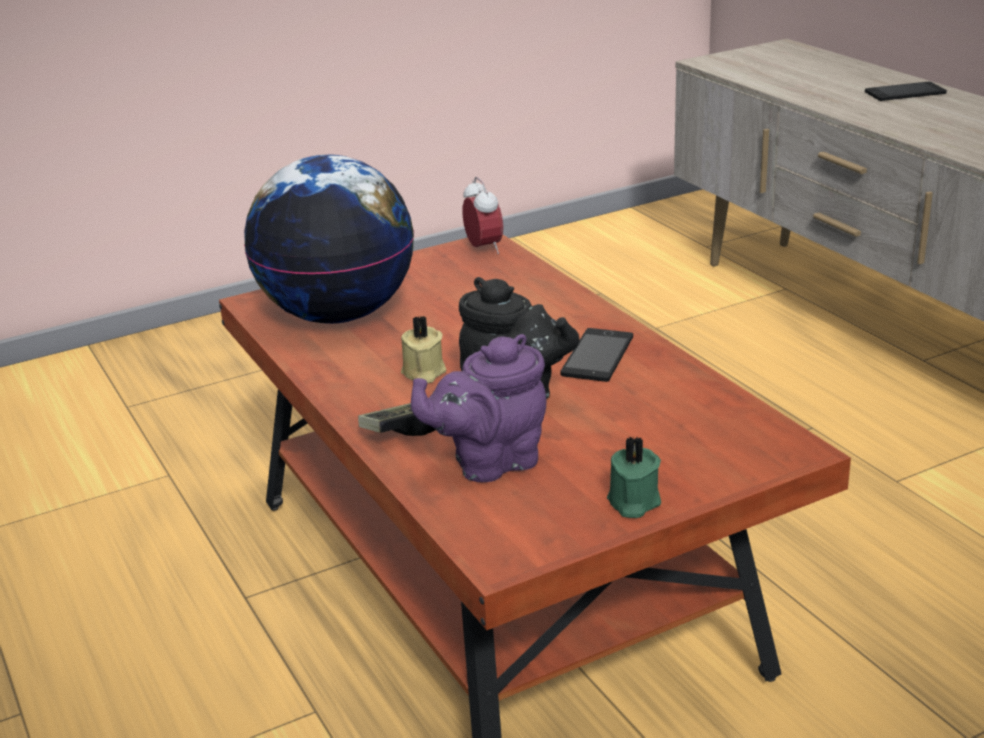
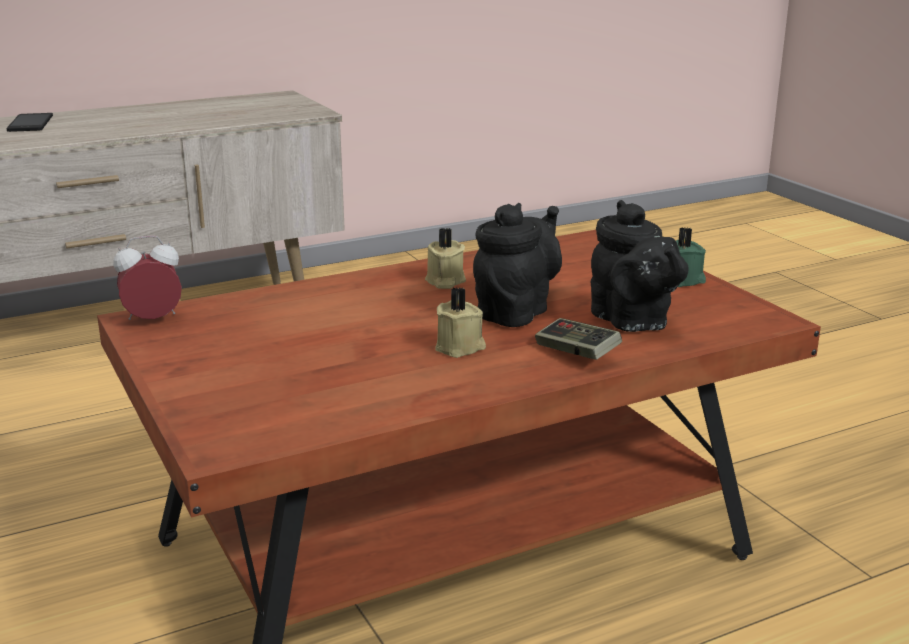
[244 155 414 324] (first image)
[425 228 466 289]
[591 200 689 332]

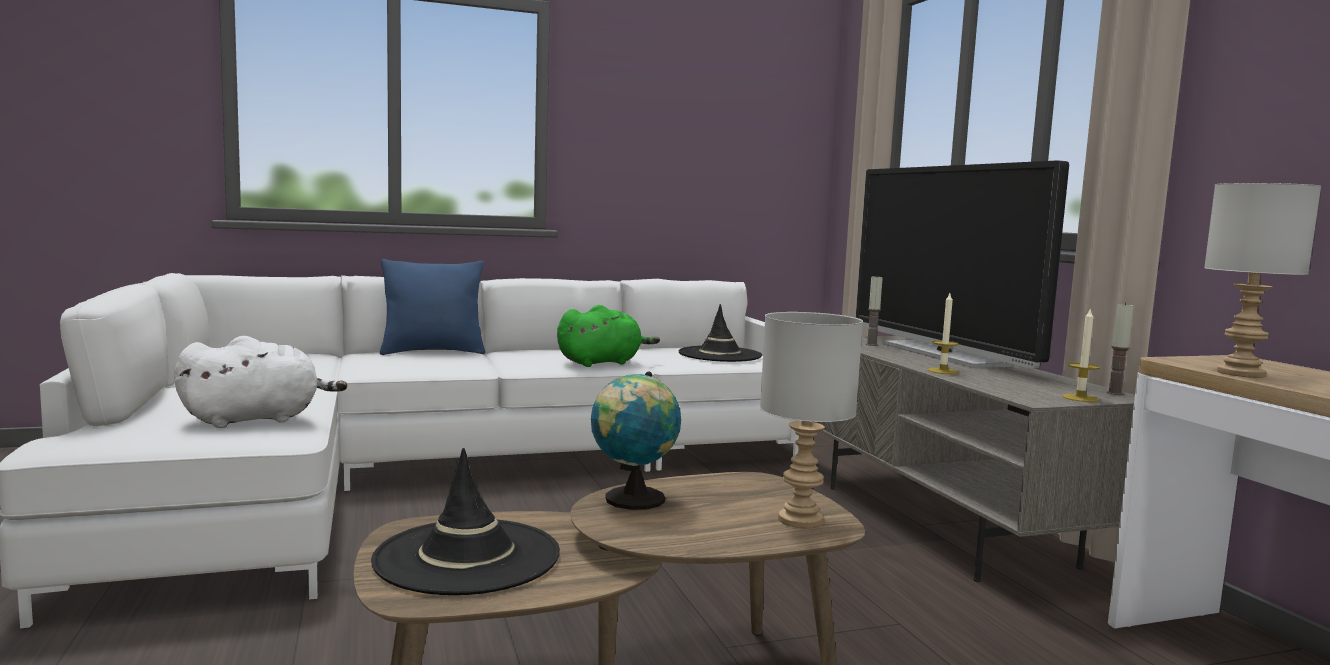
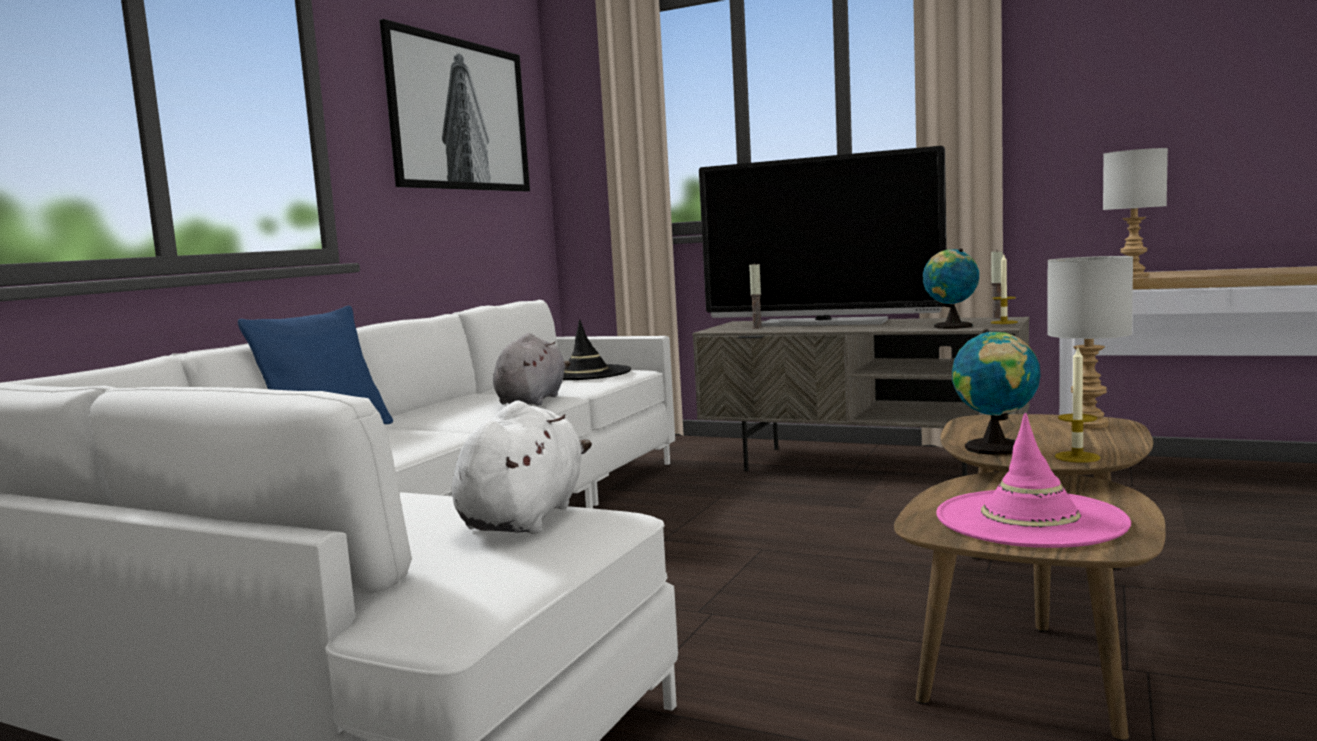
[1055 348 1100 463]
[493 333 571 406]
[936 413 1131 548]
[379 19 530 191]
[923 248 979 329]

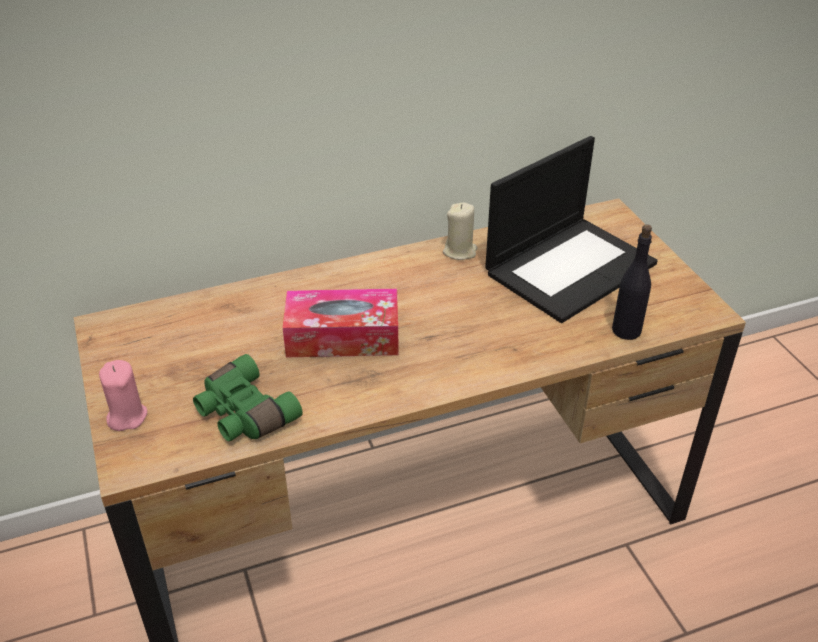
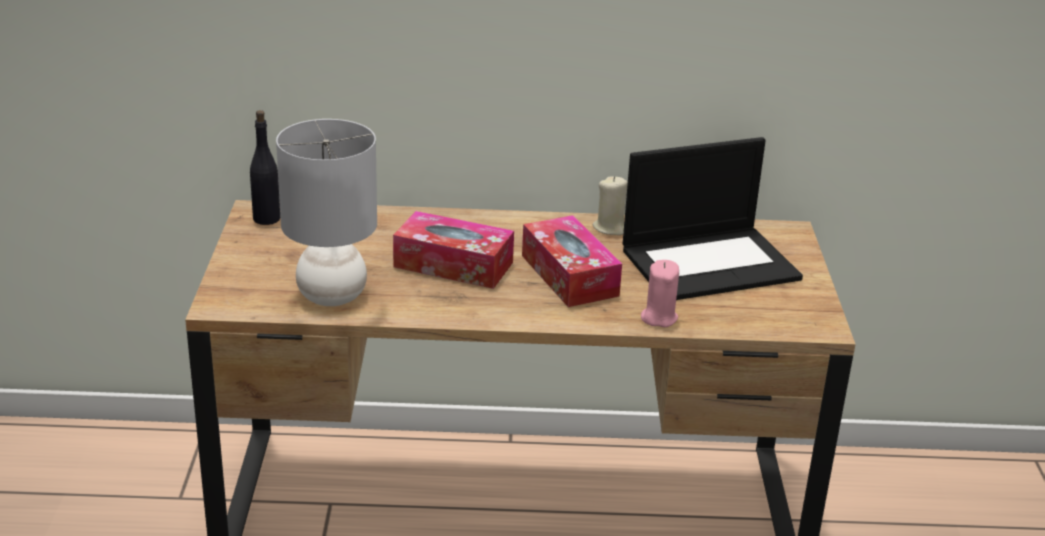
[250 110 280 225]
[276 119 377 306]
[641 260 679 327]
[522 215 622 307]

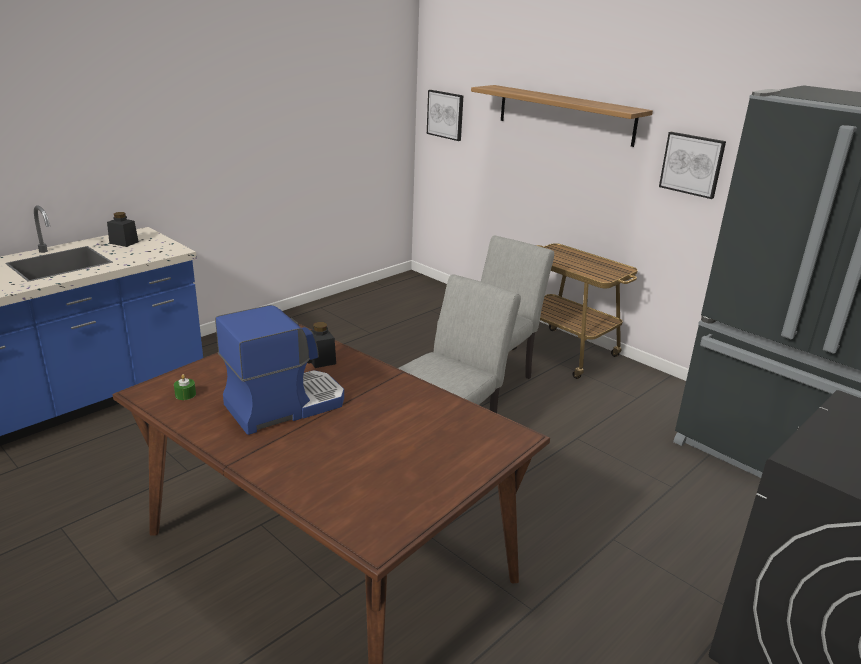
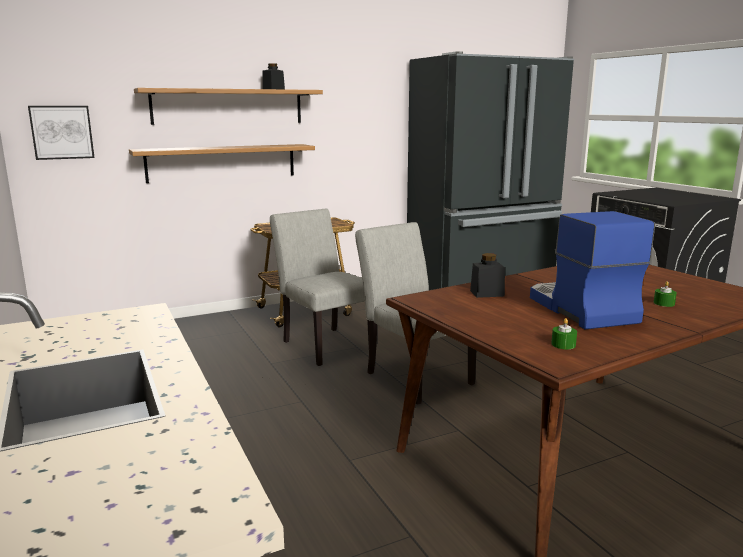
[659 132 726 199] (first image)
[263 63 285 89]
[129 144 315 183]
[654 281 677 307]

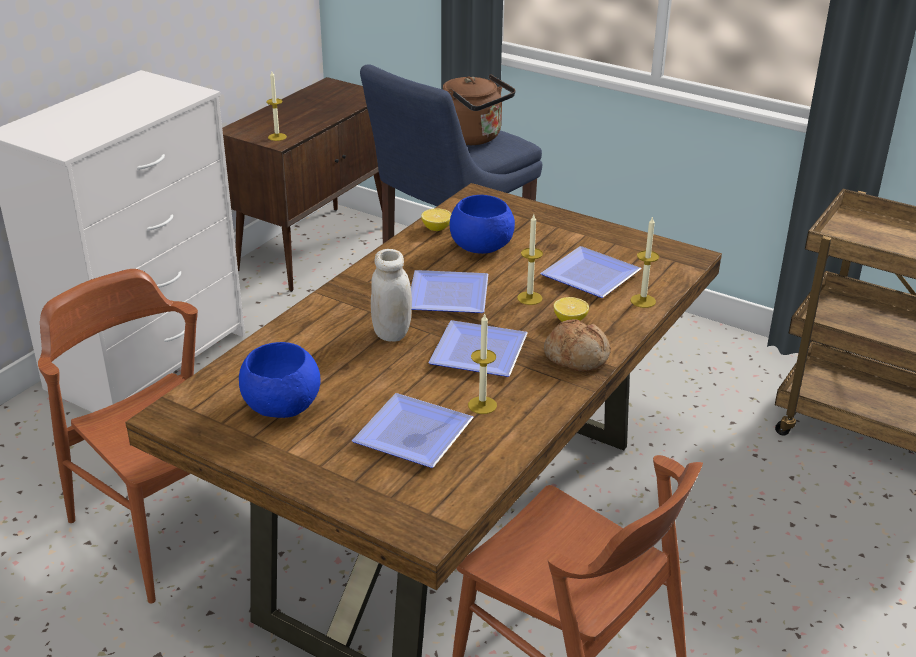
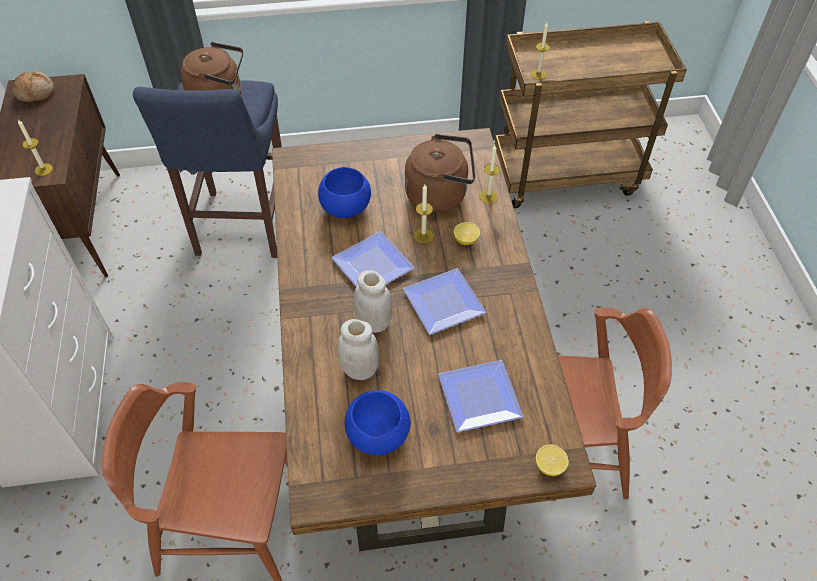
[536 444 569 476]
[405 134 475 213]
[530 22 550 80]
[13 71 54 102]
[338 319 379 380]

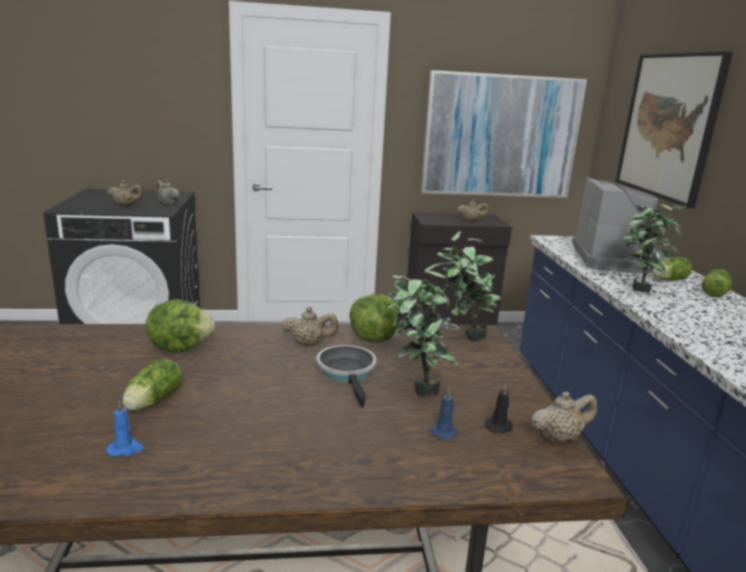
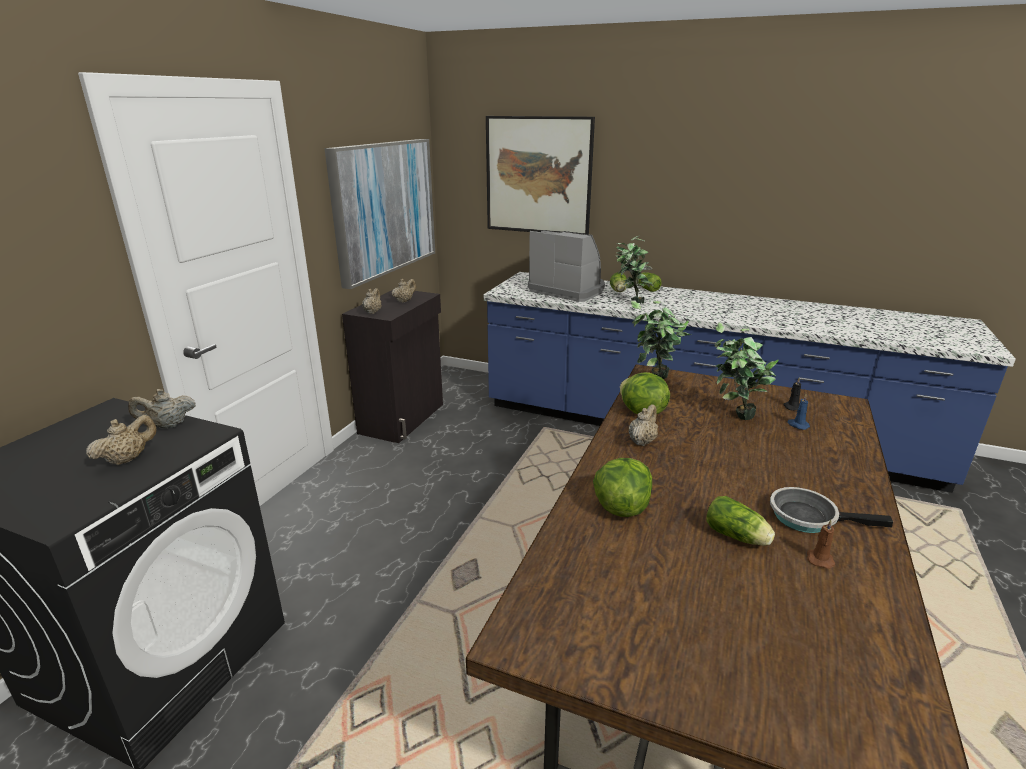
[770 487 893 533]
[362 288 382 314]
[807 520 835 569]

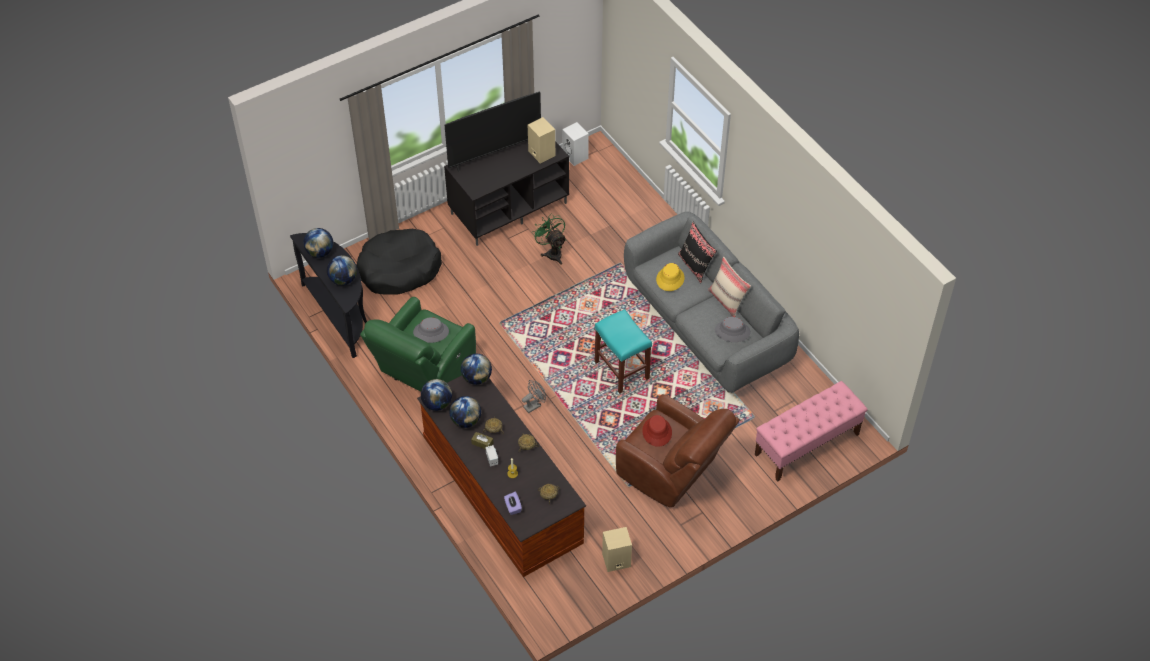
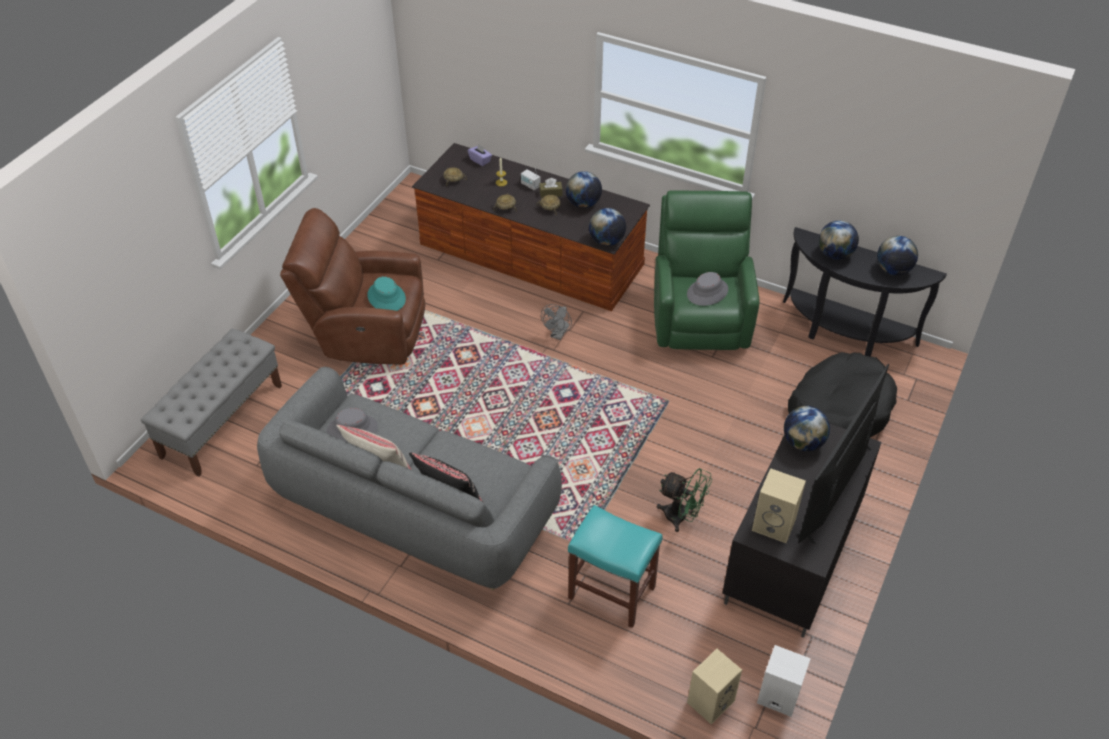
[656 263 684 291] (first image)
[568 505 663 628]
[784 406 830 451]
[141 329 282 476]
[367 276 406 311]
[687 649 742 724]

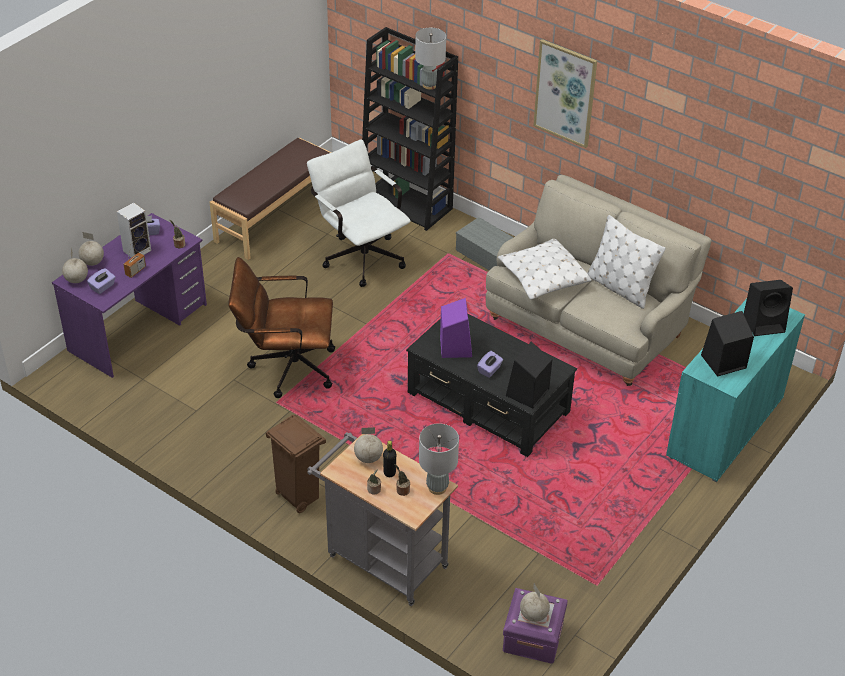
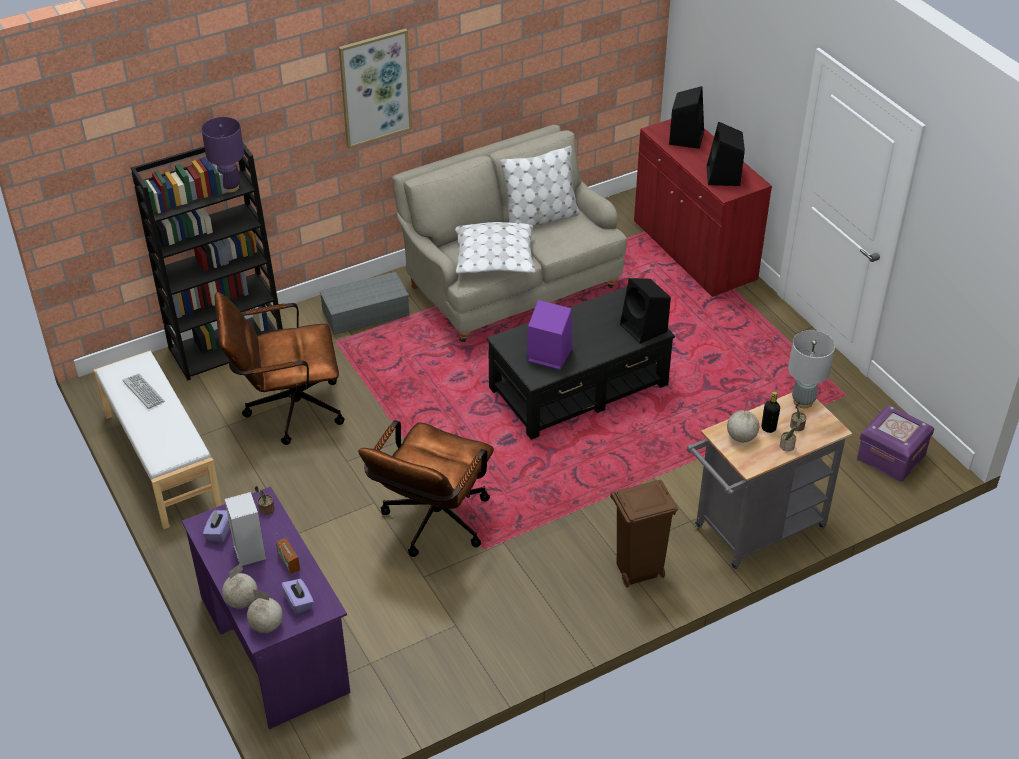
[202 117 244 193]
[93 351 222 529]
[215 292 345 445]
[634 119 772 297]
[477 351 503 378] (first image)
[520 583 550 622] (first image)
[123 374 165 409]

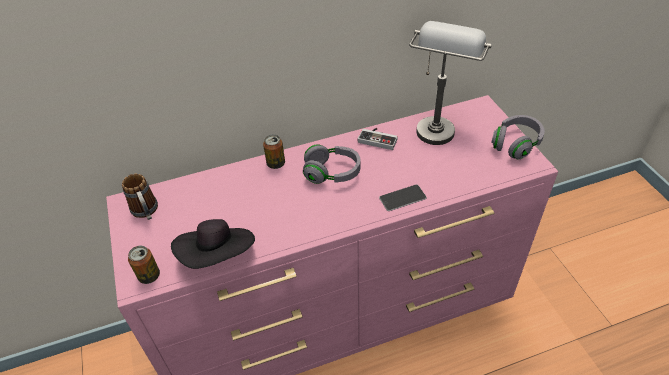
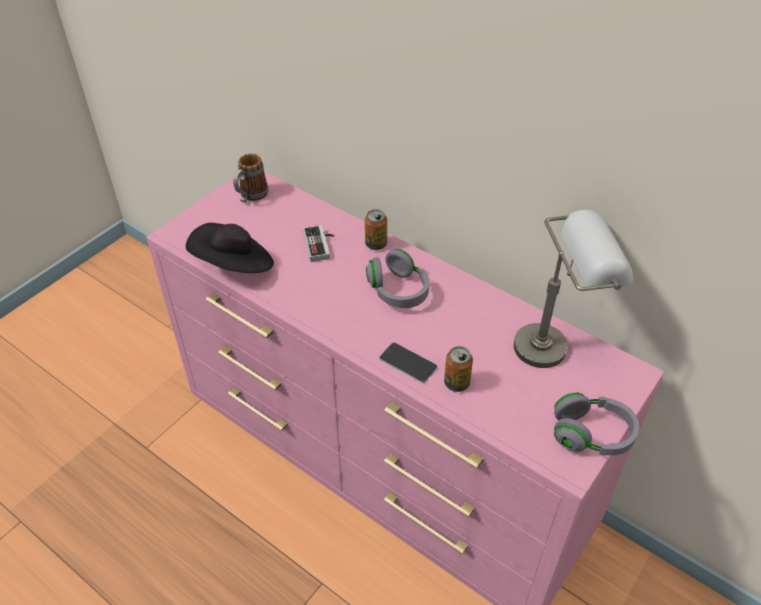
[303 225 334 262]
[444 346 473 392]

